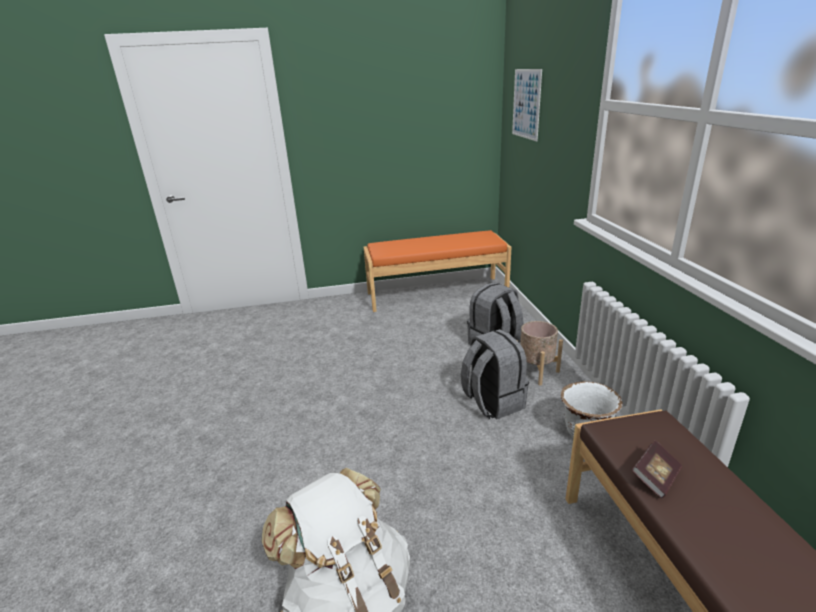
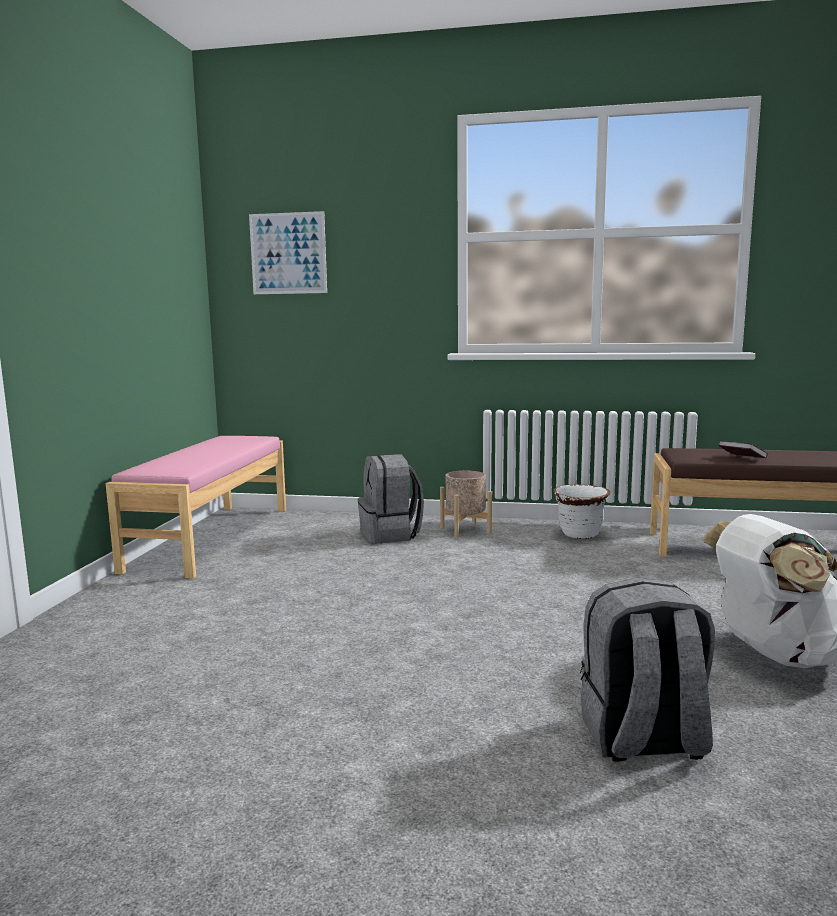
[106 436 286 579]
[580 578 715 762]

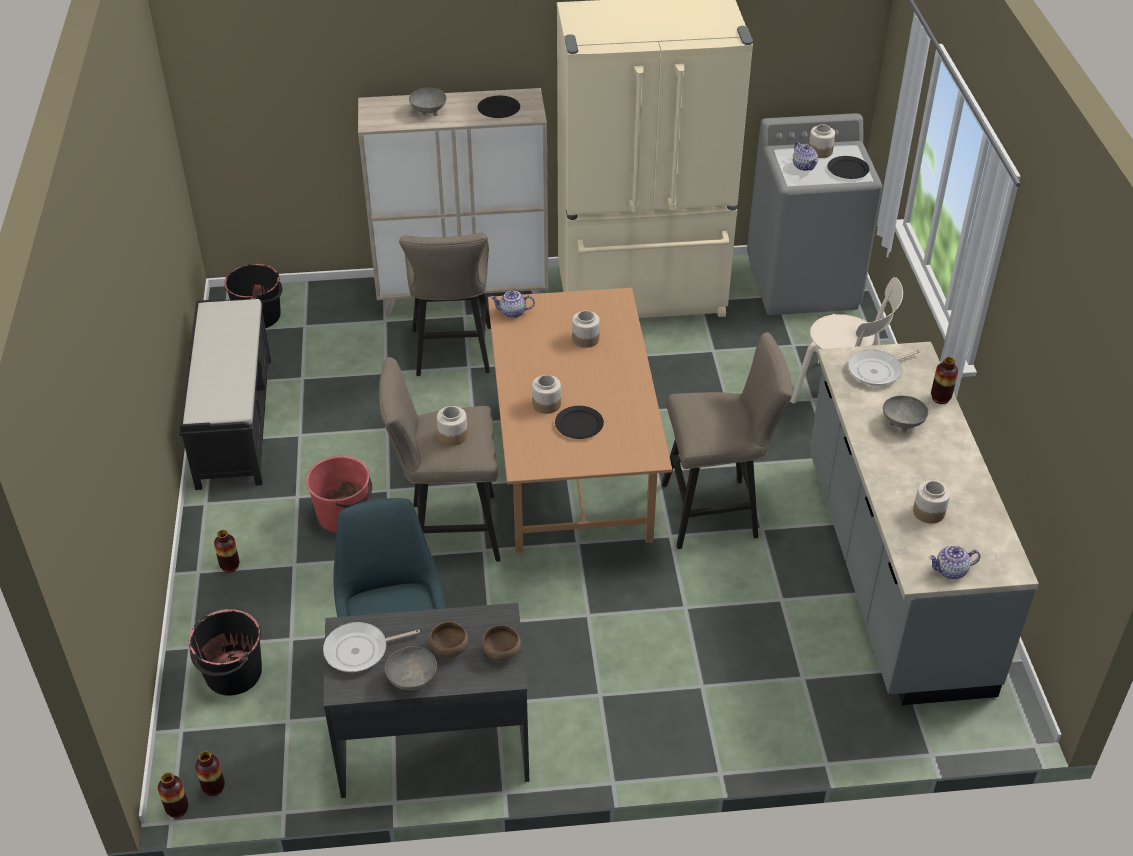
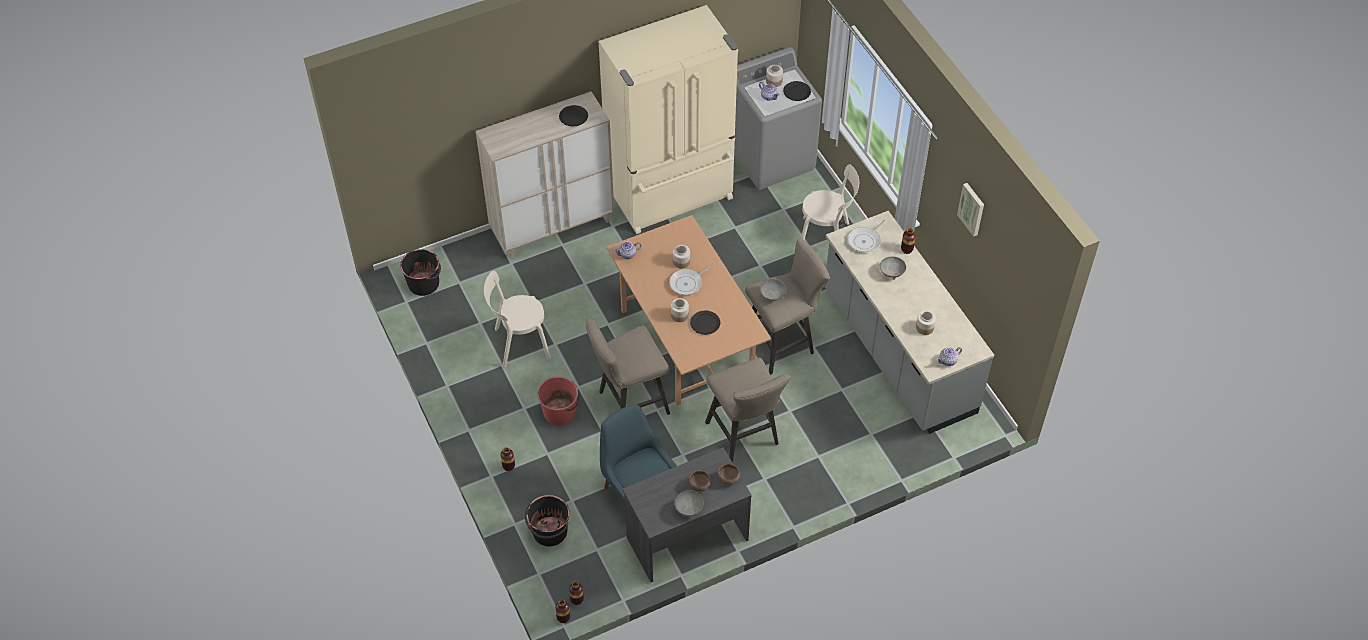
[760 279 786 301]
[705 358 791 462]
[179 299 271 490] (first image)
[437 406 468 446] (first image)
[669 265 713 295]
[957 183 984 237]
[484 271 551 368]

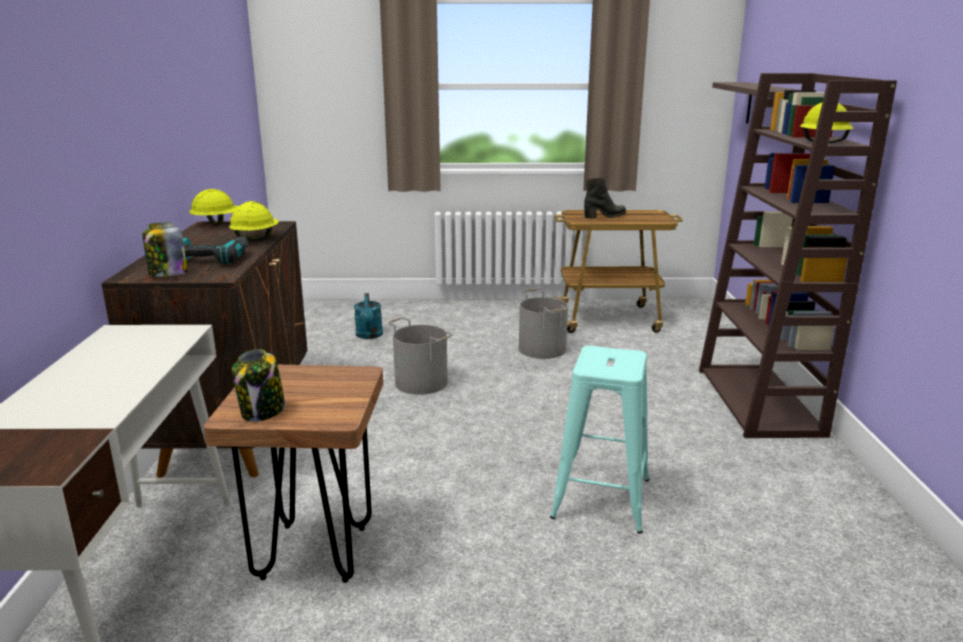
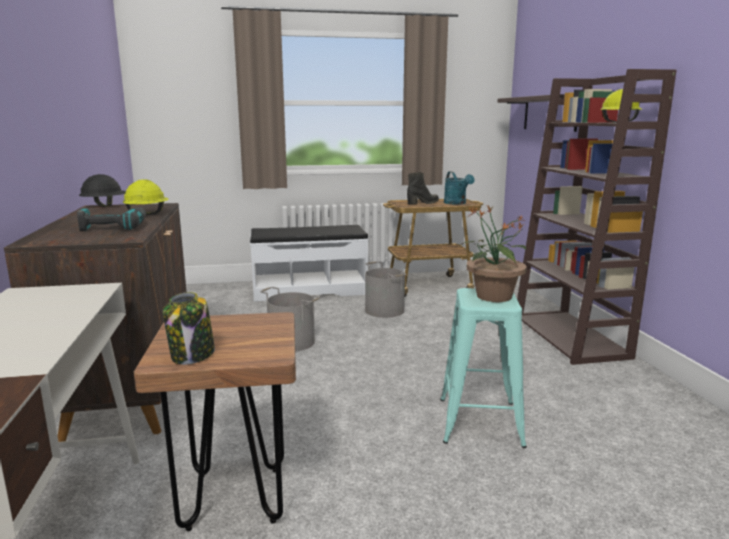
[79 174 126 207]
[142 222 188 277] (first image)
[444 171 475 205]
[460 205 527 302]
[250 225 368 301]

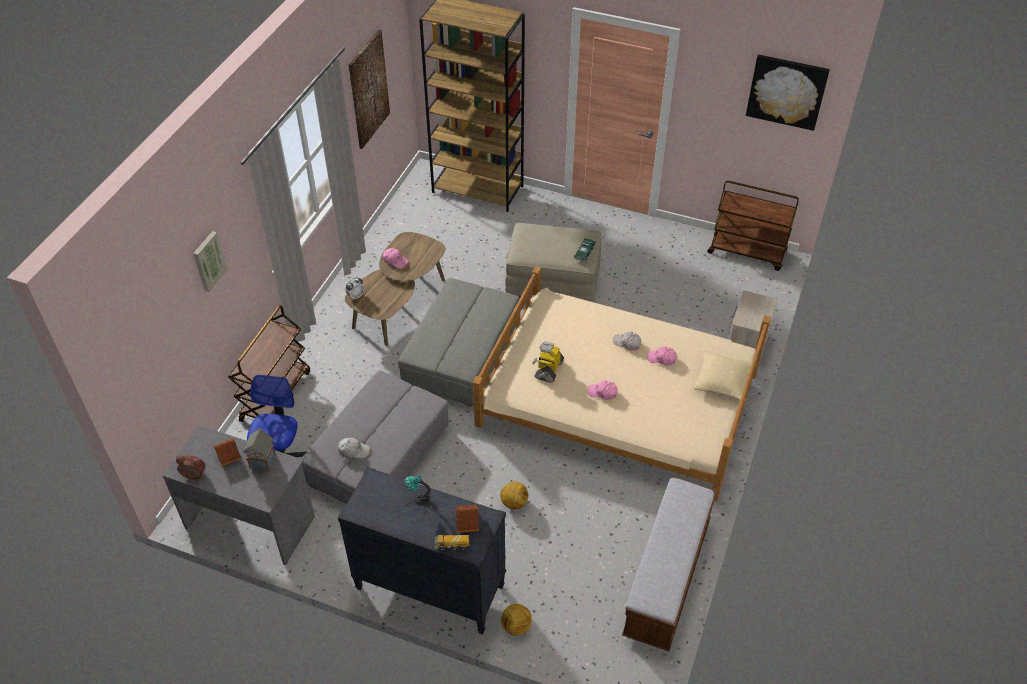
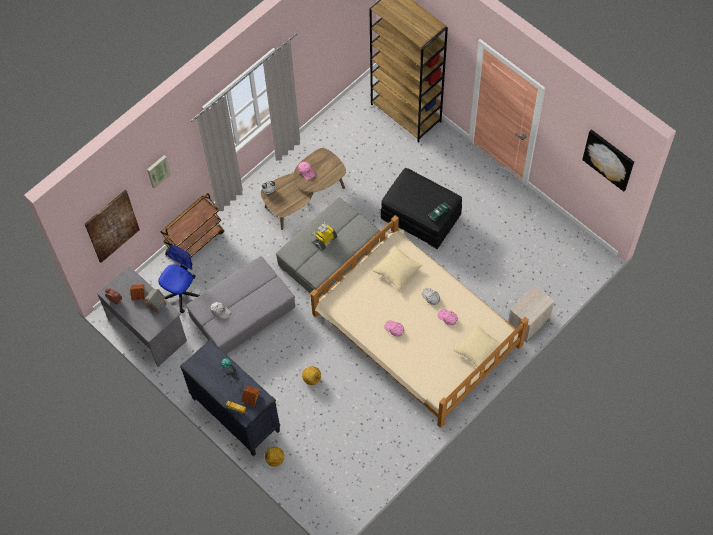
[85 190 140 263]
[707 181 799 271] (first image)
[381 168 462 249]
[311 222 338 251]
[622 476 717 651] (first image)
[373 246 422 290]

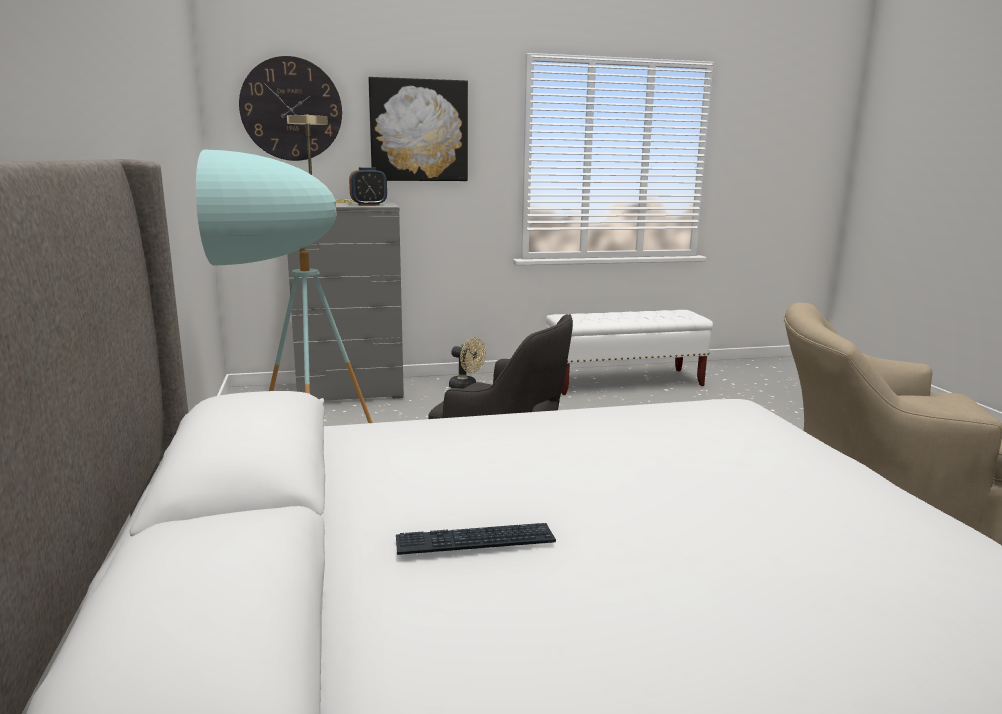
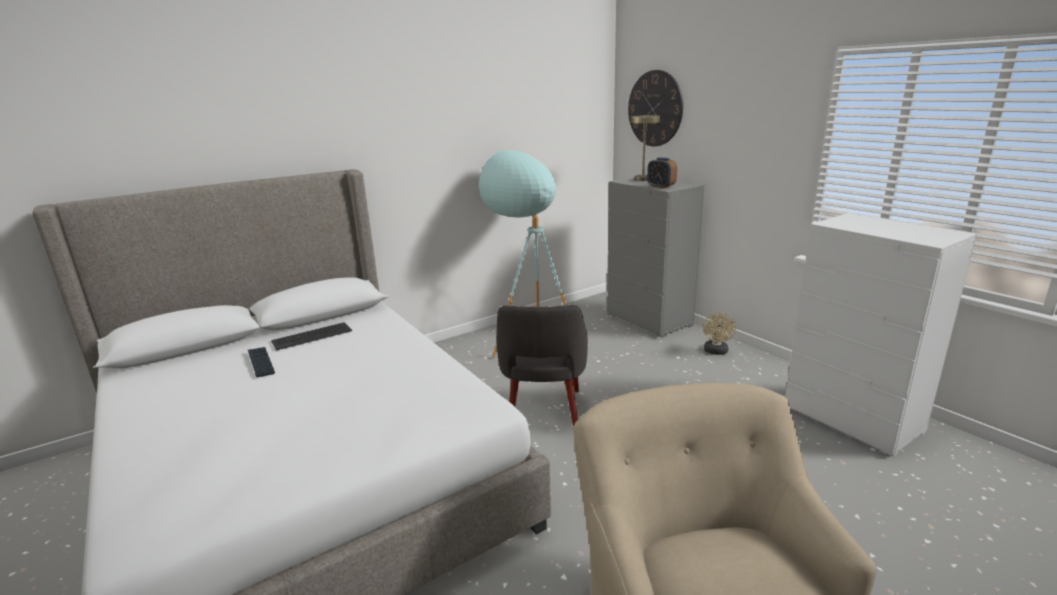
[368 77 468 181] (first image)
[785 213 977 457]
[271 322 352 350]

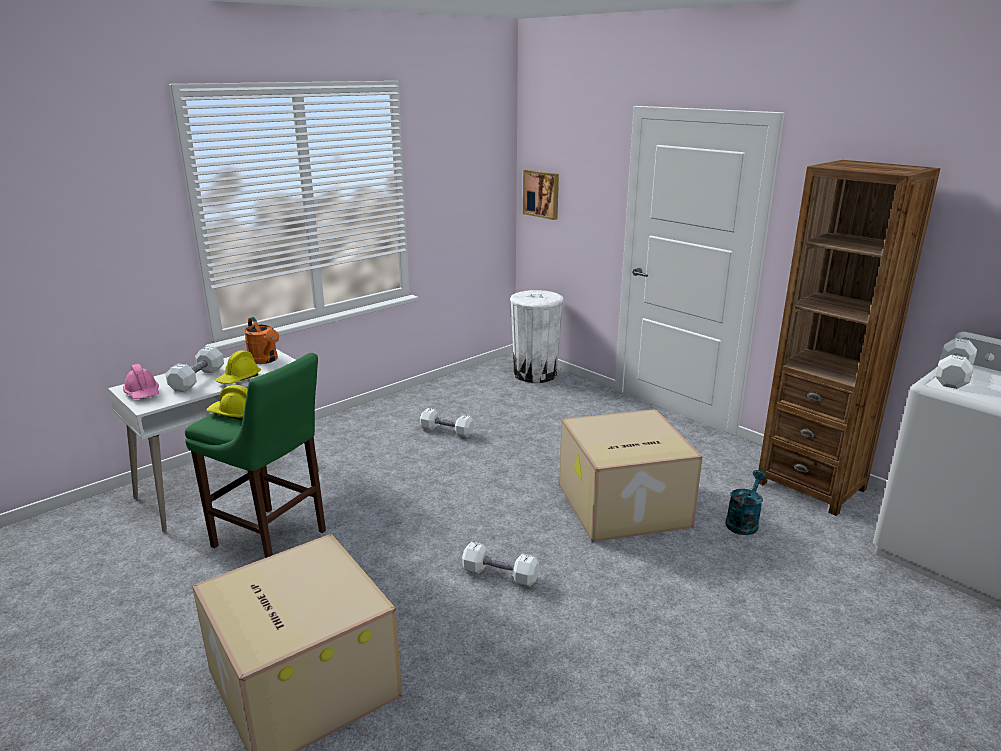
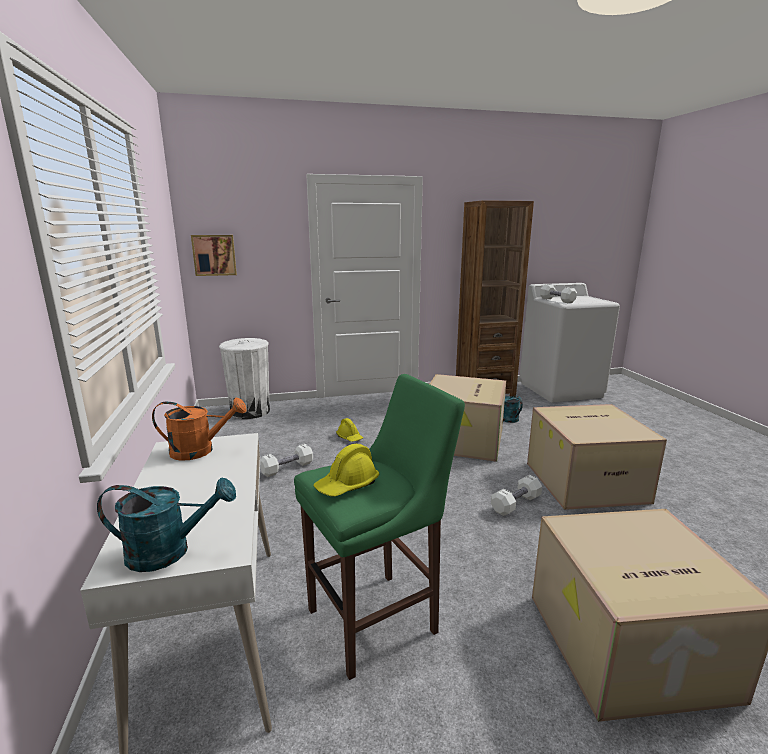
[165 346 224 392] (first image)
[336 418 363 442]
[97 478 236 572]
[527 404 667 510]

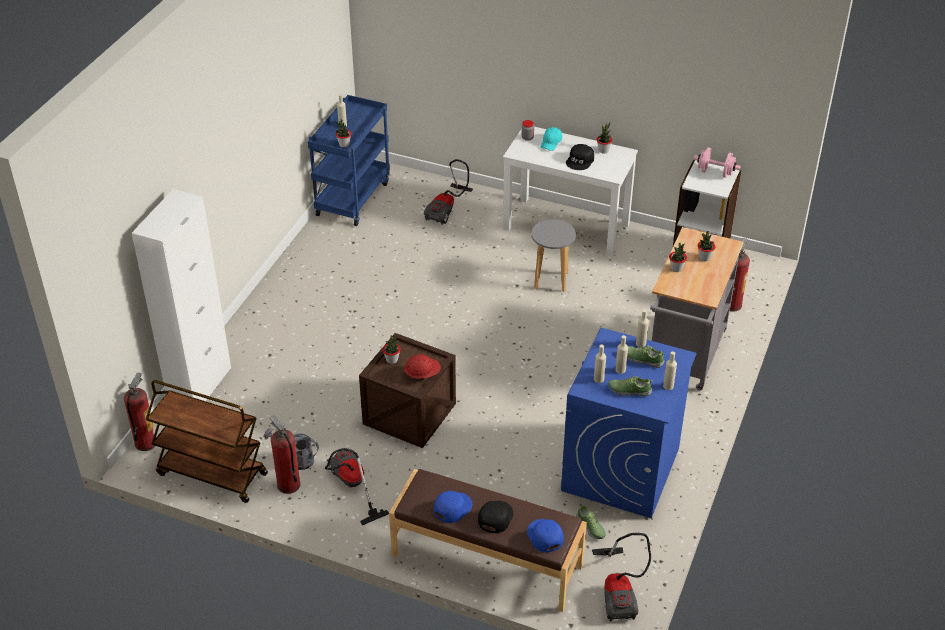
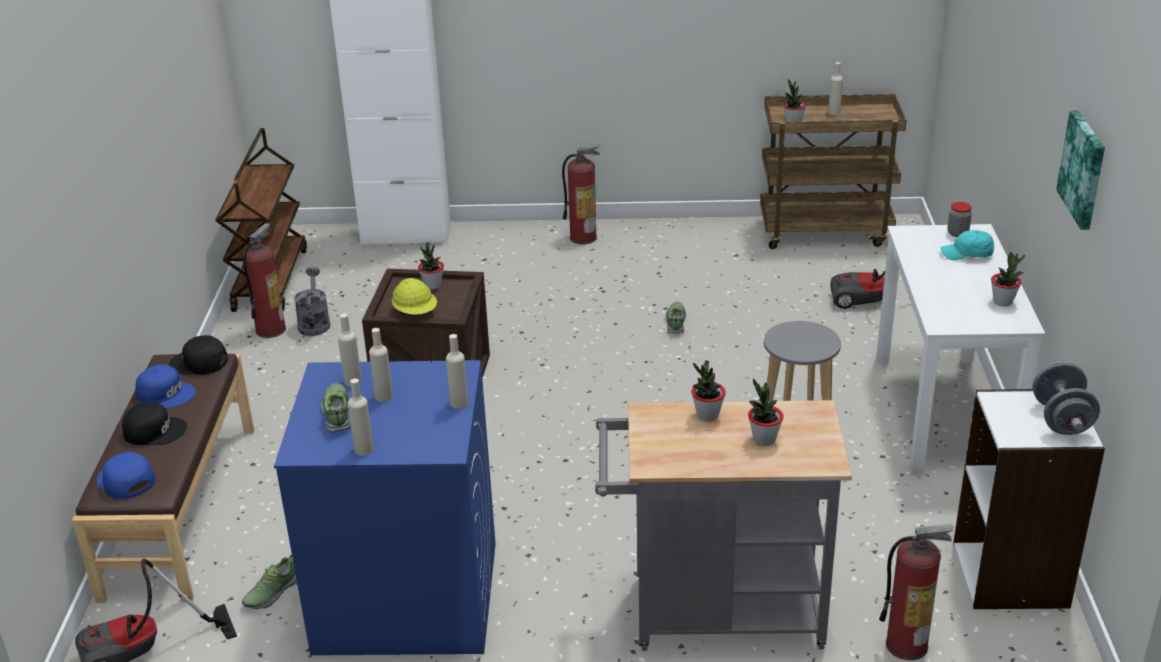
[760 93 907 249]
[169 335 228 375]
[1033 362 1100 435]
[666 302 686 334]
[392 278 437 315]
[562 144 600 244]
[325 448 389 525] (first image)
[97 452 155 499]
[1056 110 1105 230]

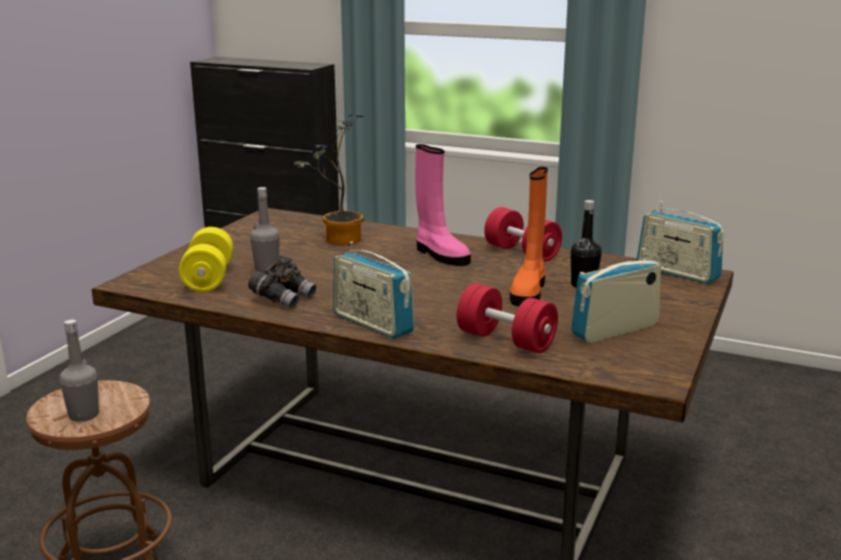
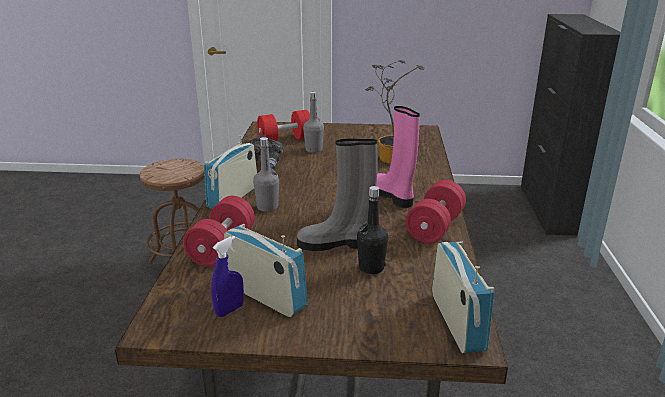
[377 106 420 208]
[297 139 377 251]
[432 241 494 353]
[257 110 310 141]
[253 137 279 212]
[211 236 244 317]

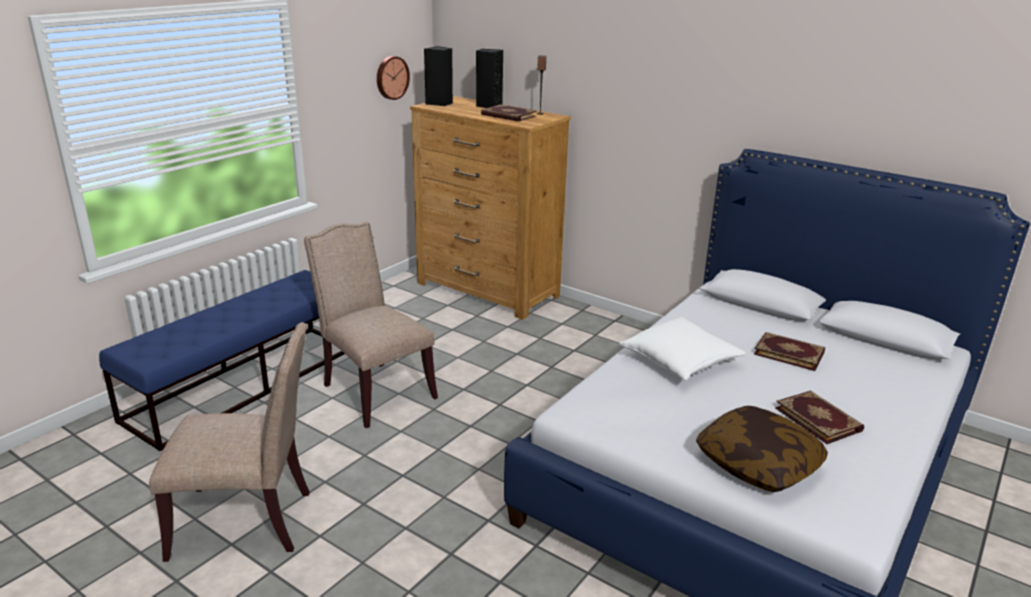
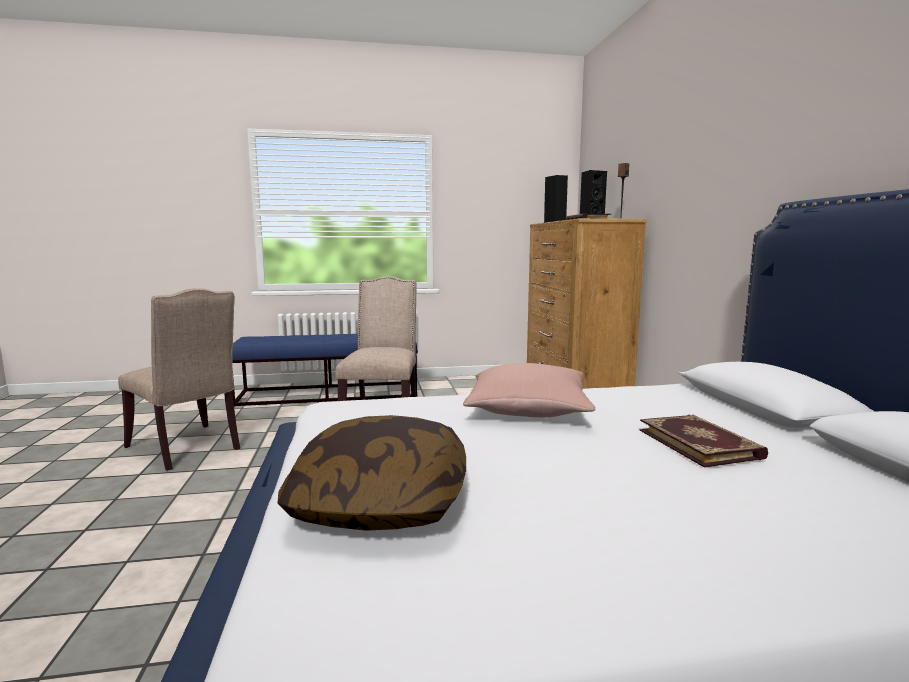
[377 56 410 100] (first image)
[463 363 595 417]
[775 391 864 444] (first image)

